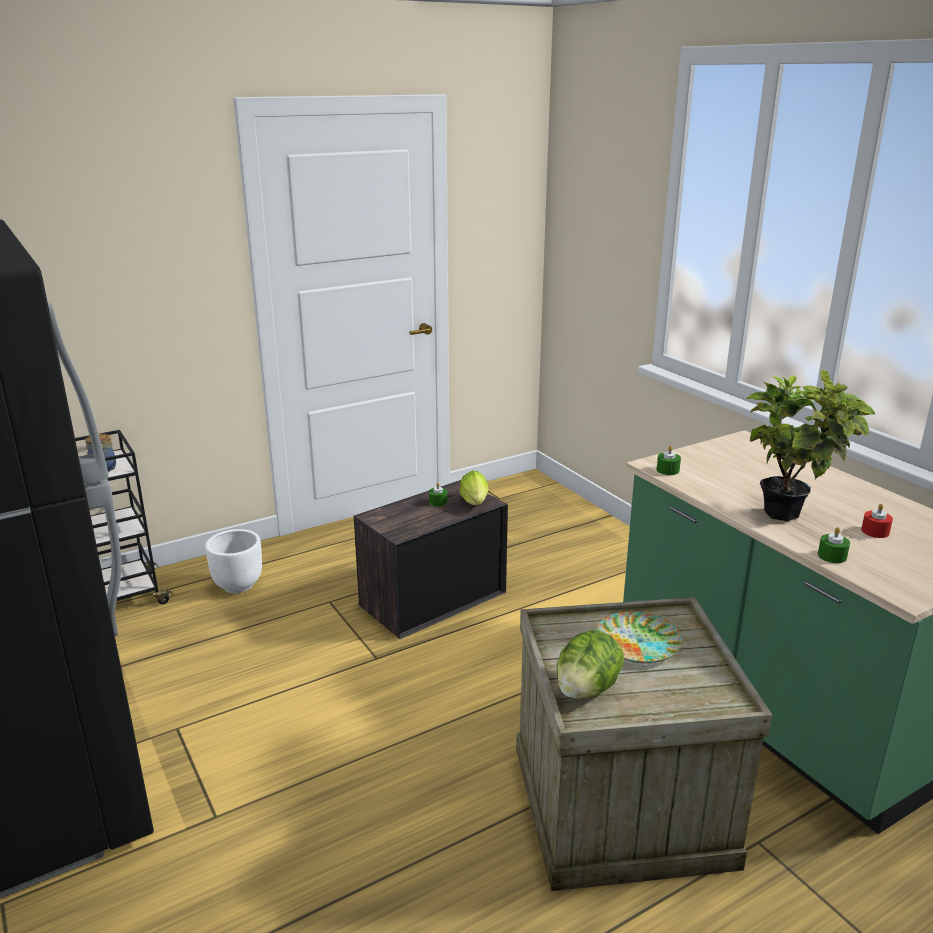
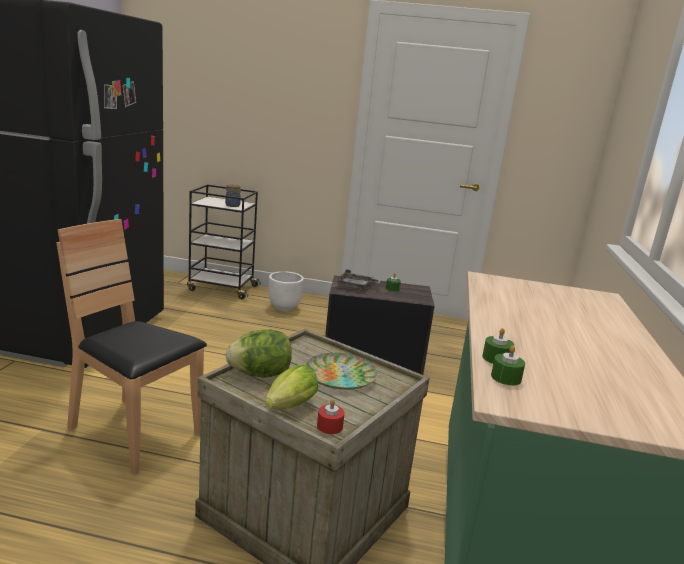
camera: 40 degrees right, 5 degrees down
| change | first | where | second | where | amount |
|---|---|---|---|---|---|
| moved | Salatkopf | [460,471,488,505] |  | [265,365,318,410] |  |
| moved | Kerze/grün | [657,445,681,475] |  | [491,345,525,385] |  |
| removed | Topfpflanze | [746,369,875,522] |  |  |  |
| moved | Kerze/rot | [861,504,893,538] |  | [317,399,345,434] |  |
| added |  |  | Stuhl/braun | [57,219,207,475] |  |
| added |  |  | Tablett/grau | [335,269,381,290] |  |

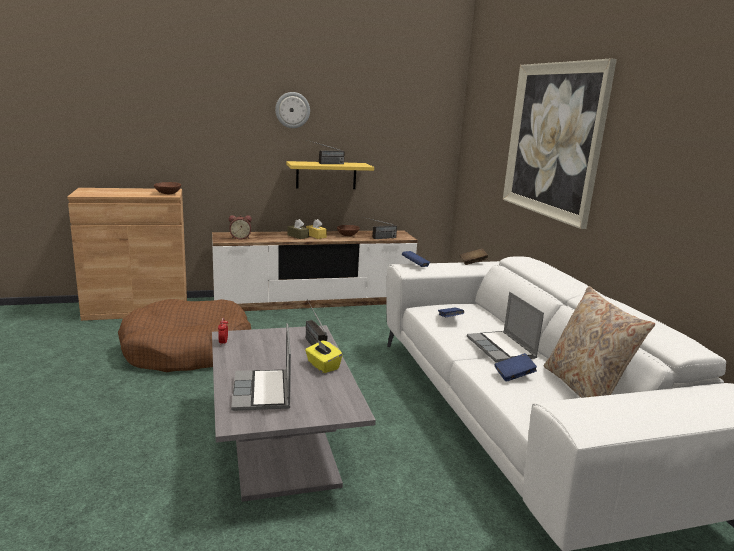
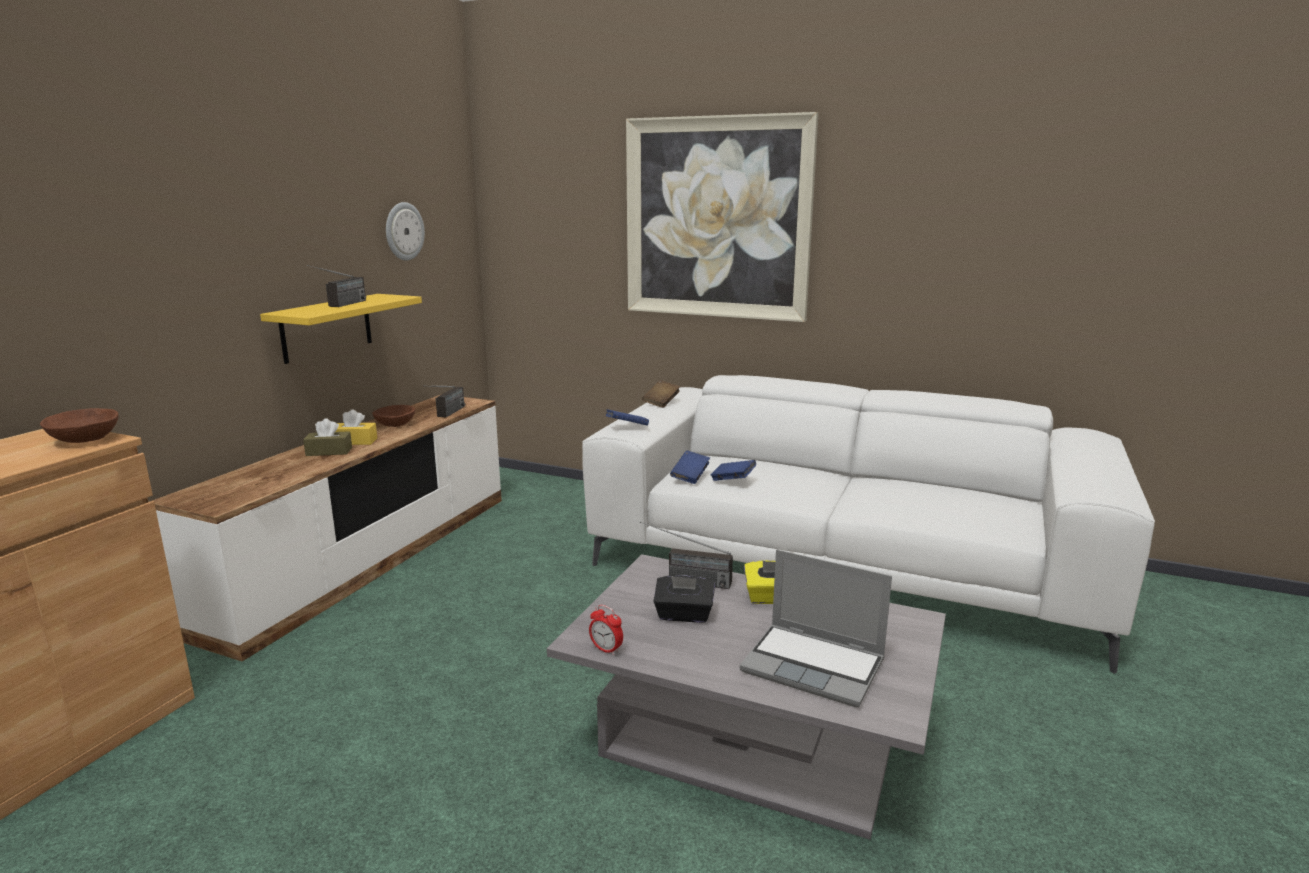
camera: 50 degrees left, 0 degrees up
| change | first | where | second | where | amount |
|---|---|---|---|---|---|
| removed | Hundebett/braun | [118,299,252,372] |  |  |  |
| removed | Wecker | [229,215,252,239] |  |  |  |
| moved | Wanduhr | [275,92,310,128] |  | [386,202,425,260] |  |
| removed | Laptop | [467,292,544,362] |  |  |  |
| moved | Buch/blau | [495,353,537,382] |  | [670,451,710,484] |  |
| removed | Kissen/beige | [543,286,655,398] |  |  |  |
| added |  |  | Taschentuchbox/schwarz | [653,575,715,623] |  |

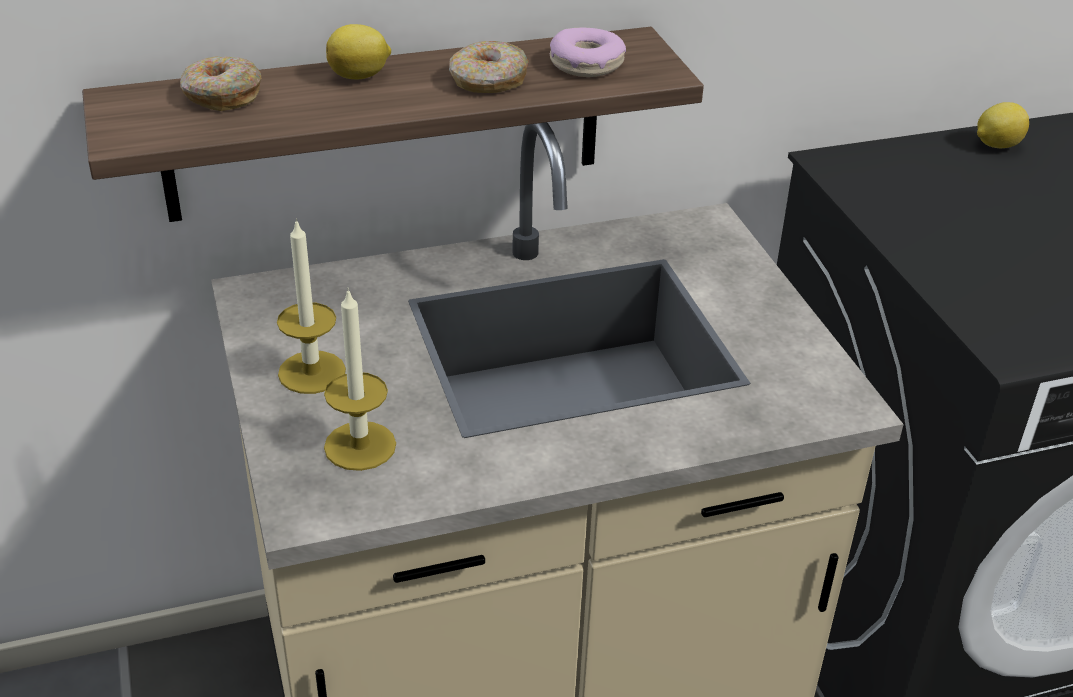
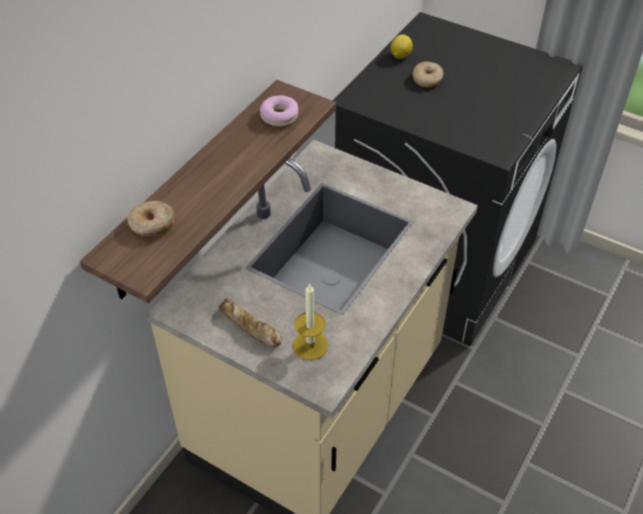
camera: 40 degrees left, 10 degrees up
| change | first | where | second | where | amount |
|---|---|---|---|---|---|
| replaced | Kerze | [277,218,346,394] | Brot | [219,298,282,348] |  |
| removed | Zitrone | [326,24,391,79] |  |  |  |
| moved | Donut | [449,41,529,93] |  | [413,61,444,87] |  |

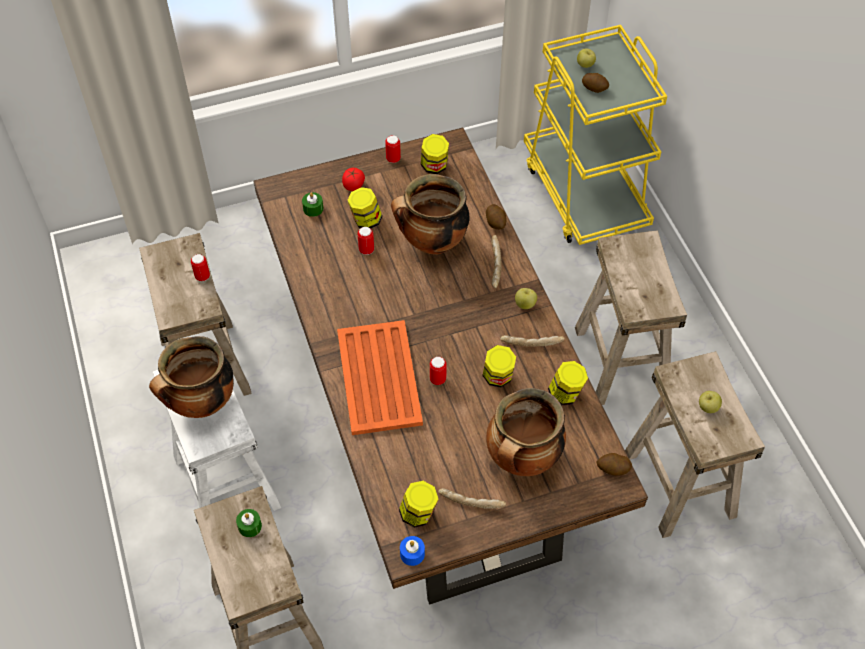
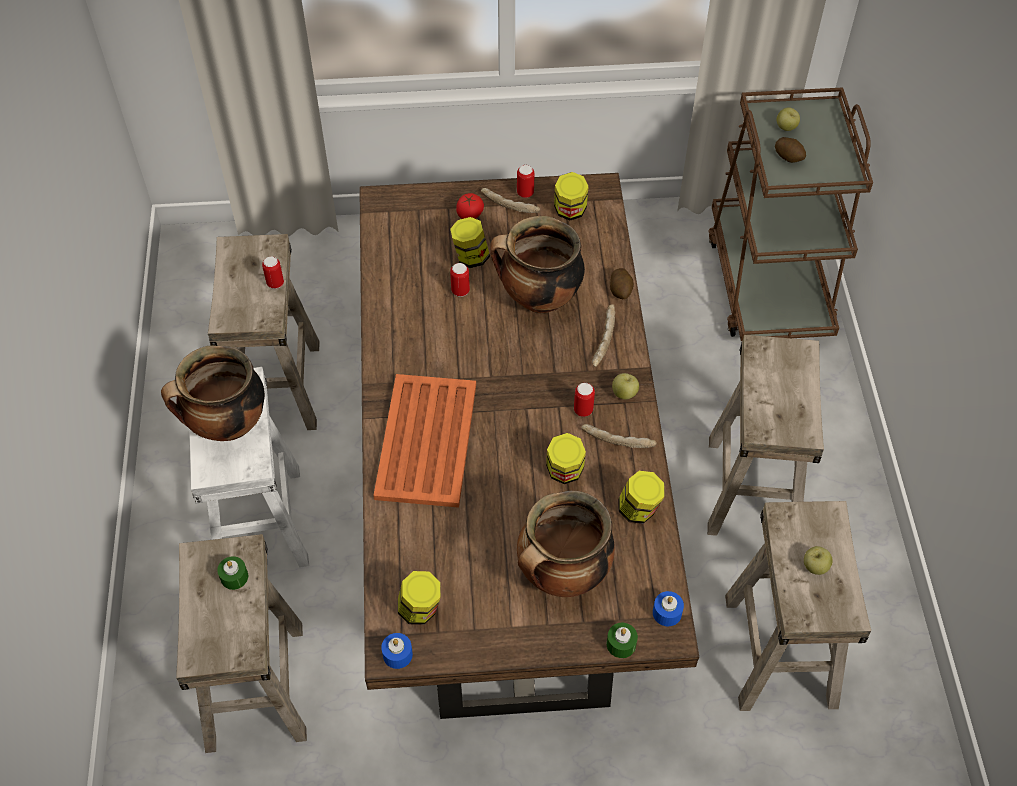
camera: 15 degrees right, 0 degrees up
| change | first | where | second | where | amount |
|---|---|---|---|---|---|
| moved | Kerze/grün | [302,192,323,217] |  | [607,623,638,658] |  |
| moved | Dose | [430,357,447,385] |  | [574,383,595,417] |  |
| moved | Brot | [438,488,506,509] |  | [481,188,541,213] |  |
| recoloured | Rollwagen/gelb | [524,25,667,245] | Rollwagen/braun | [708,87,873,341] |  |
| replaced | Kartoffel | [596,453,632,476] | Kerze/blau | [653,591,684,626] |  |

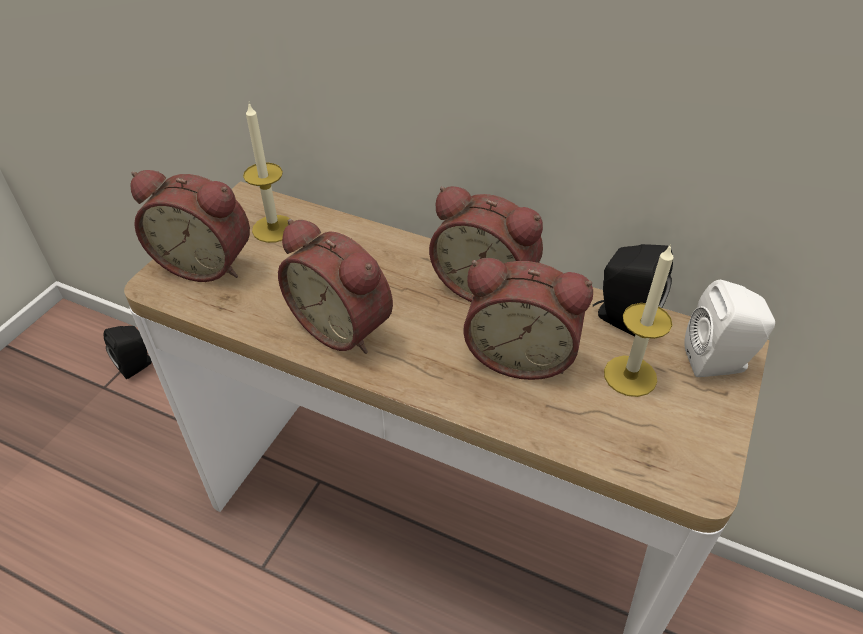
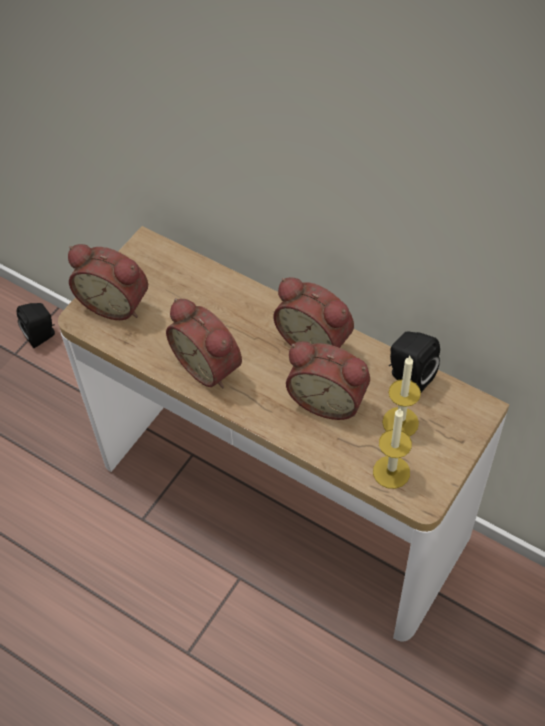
camera: 10 degrees right, 10 degrees up
| change | first | where | second | where | amount |
|---|---|---|---|---|---|
| moved | Kerze | [243,104,290,243] |  | [373,408,412,489] |  |
| removed | Lautsprecher/weiß | [684,280,775,377] |  |  |  |

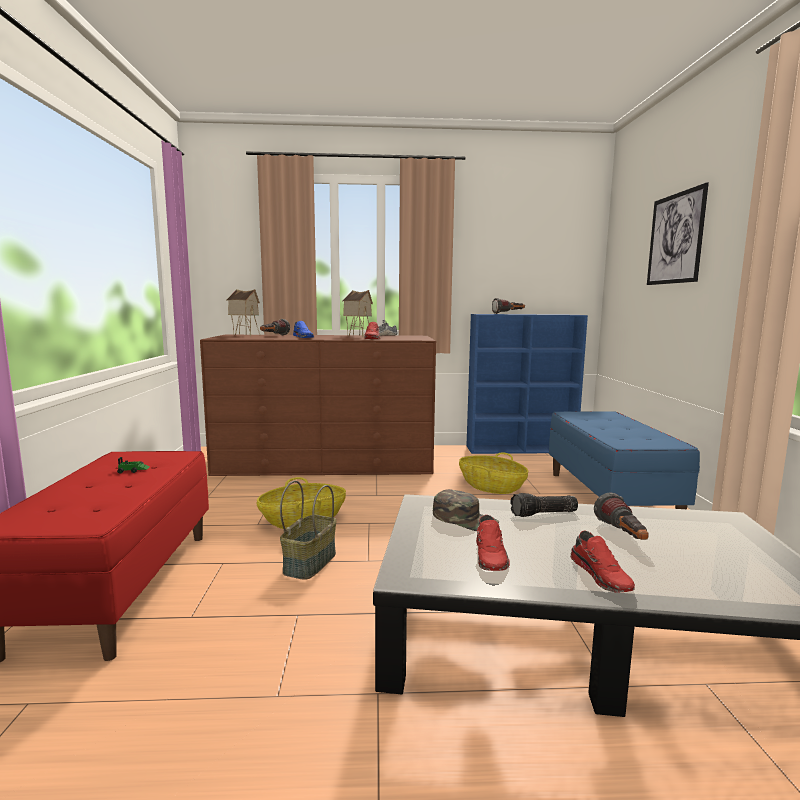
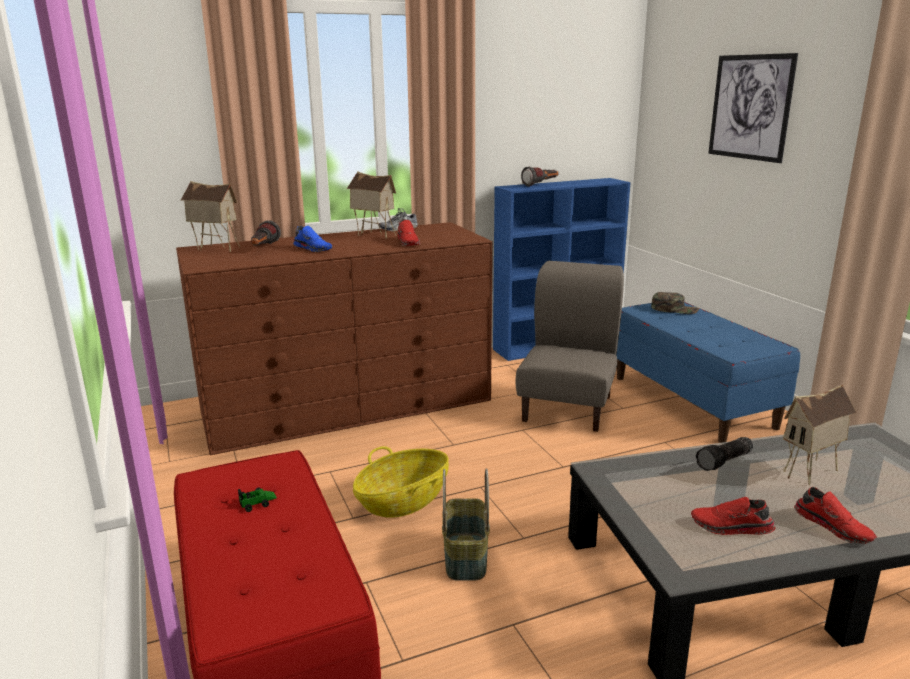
camera: 20 degrees left, 10 degrees up
| change | first | where | second | where | amount |
|---|---|---|---|---|---|
| moved | Kappe/grün | [433,489,499,531] |  | [651,292,699,314] |  |
| replaced | Korb | [459,453,528,494] | Stuhl/grau | [515,261,624,432] |  |
| turned | Schuh/rot | [476,515,510,571] |  | [691,497,775,535] | 120 degrees clockwise |
| replaced | Taschenlampe | [594,492,649,540] | Spielzeughaus | [783,385,857,485] |  |

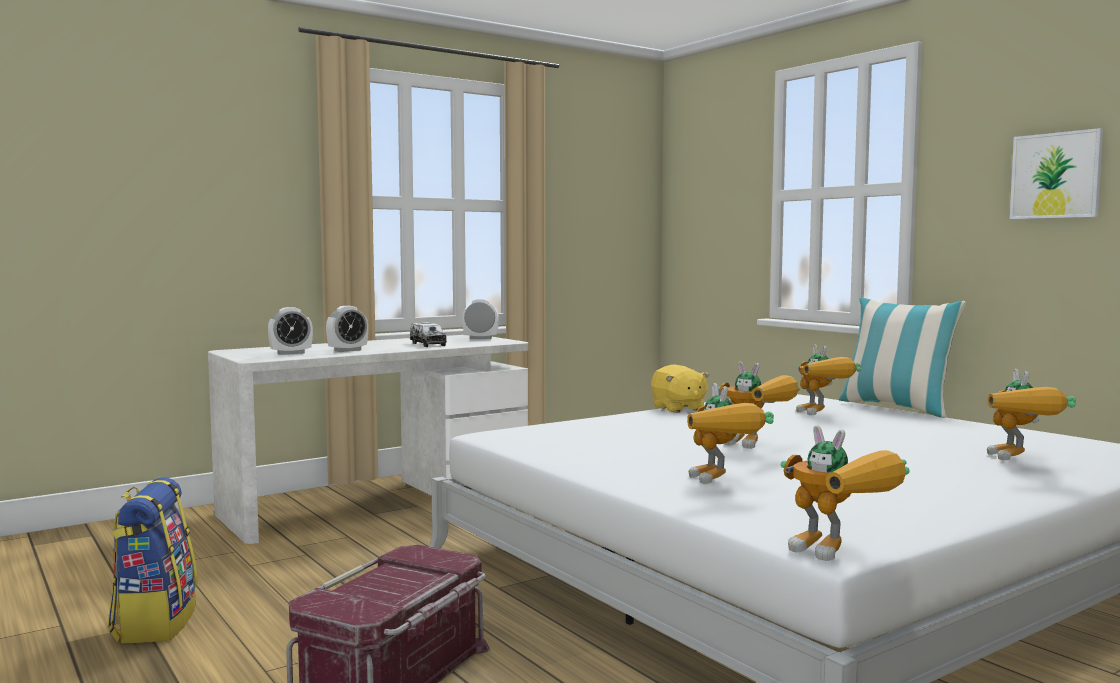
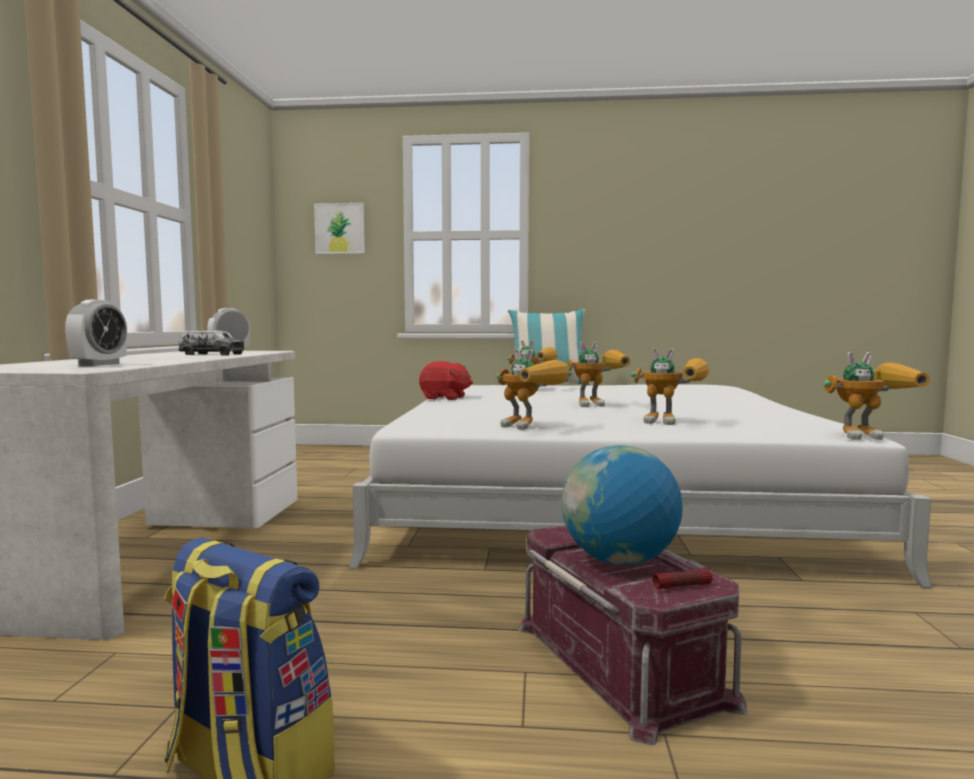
camera: 50 degrees left, 0 degrees up
| change | first | where | second | where | amount |
|---|---|---|---|---|---|
| removed | Wecker | [326,306,368,352] |  |  |  |
| recoloured | Plüschtier/gelb | [651,365,710,413] | Plüschtier/rot | [419,361,473,400] |  |
| moved | Spielzeugroboter | [987,369,1076,460] |  | [496,349,572,430] |  |
| moved | Bild | [1010,128,1103,219] |  | [314,203,365,254] |  |
| added |  |  | Globus | [562,445,683,565] |  |
| added |  |  | Taschenlampe | [652,569,713,589] |  |

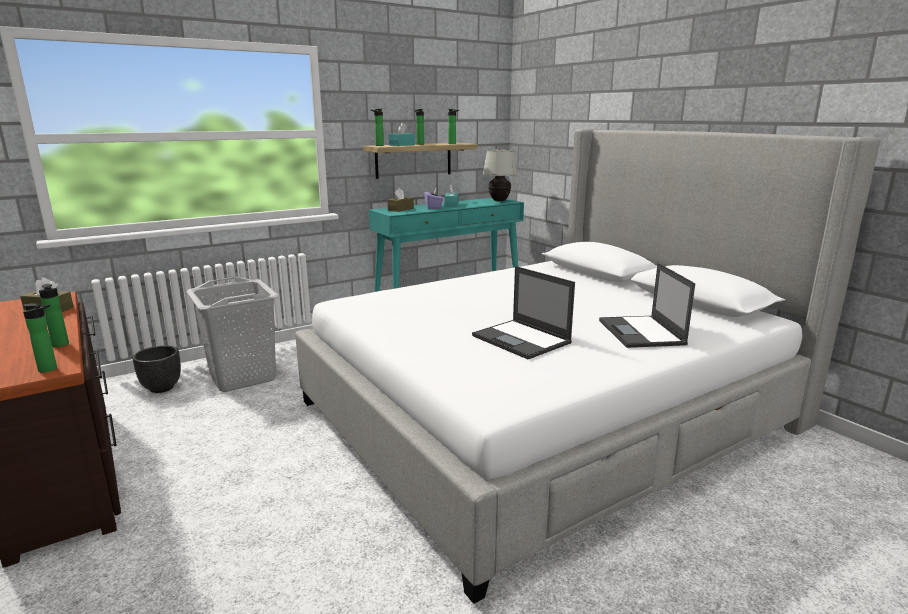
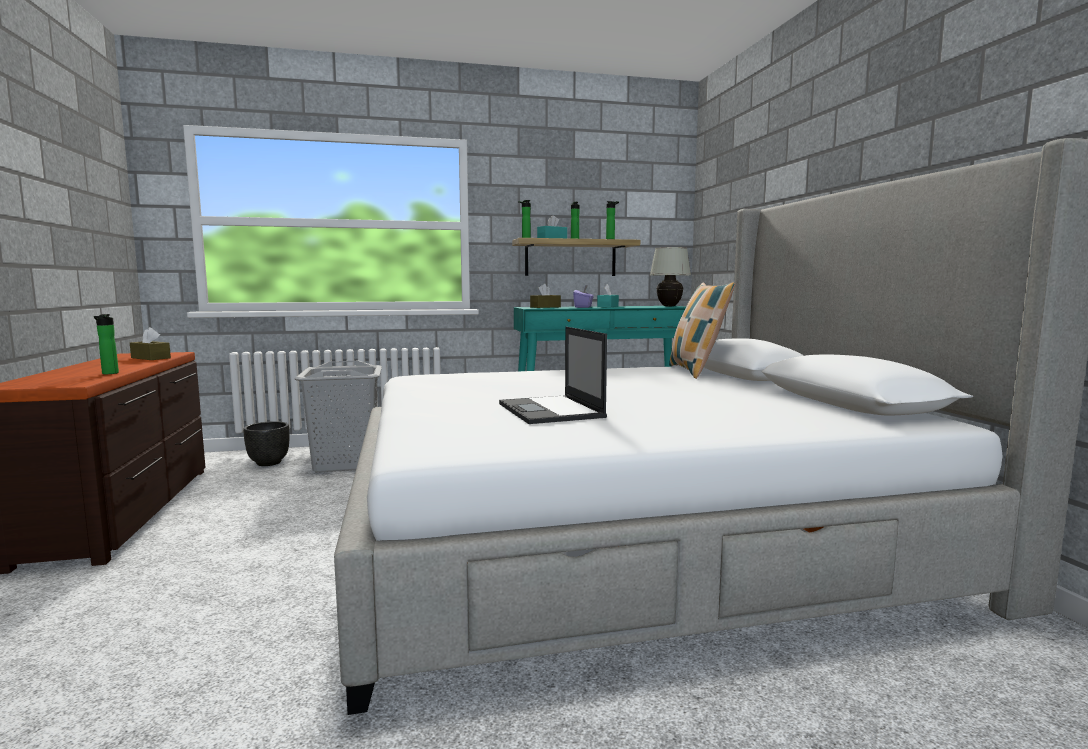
camera: 20 degrees right, 10 degrees down
| change | first | where | second | where | amount |
|---|---|---|---|---|---|
| removed | Flasche | [23,303,57,373] |  |  |  |
| removed | Laptop | [599,263,695,348] |  |  |  |
| added |  |  | Kissen | [669,282,736,379] |  |

